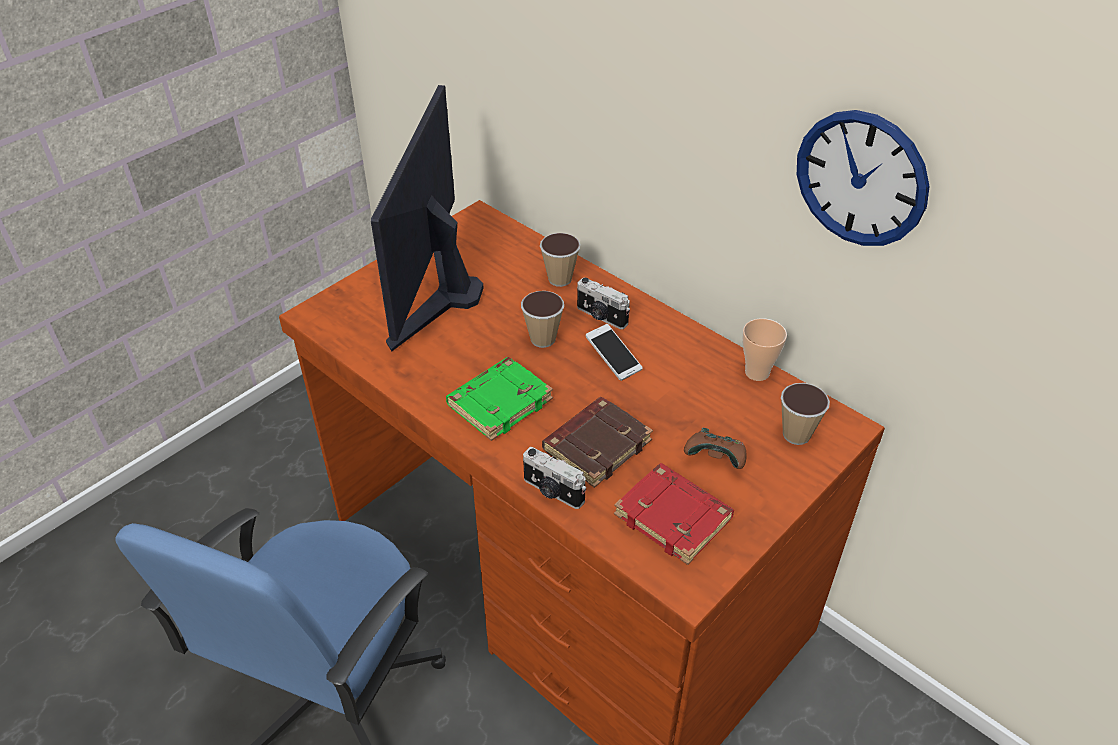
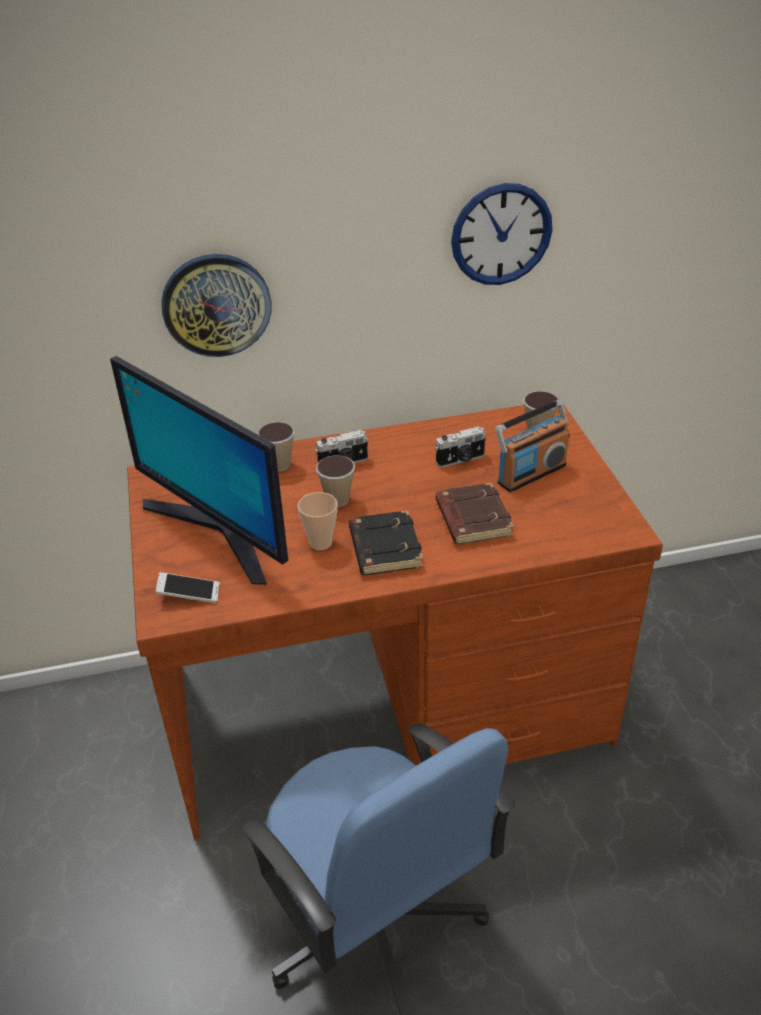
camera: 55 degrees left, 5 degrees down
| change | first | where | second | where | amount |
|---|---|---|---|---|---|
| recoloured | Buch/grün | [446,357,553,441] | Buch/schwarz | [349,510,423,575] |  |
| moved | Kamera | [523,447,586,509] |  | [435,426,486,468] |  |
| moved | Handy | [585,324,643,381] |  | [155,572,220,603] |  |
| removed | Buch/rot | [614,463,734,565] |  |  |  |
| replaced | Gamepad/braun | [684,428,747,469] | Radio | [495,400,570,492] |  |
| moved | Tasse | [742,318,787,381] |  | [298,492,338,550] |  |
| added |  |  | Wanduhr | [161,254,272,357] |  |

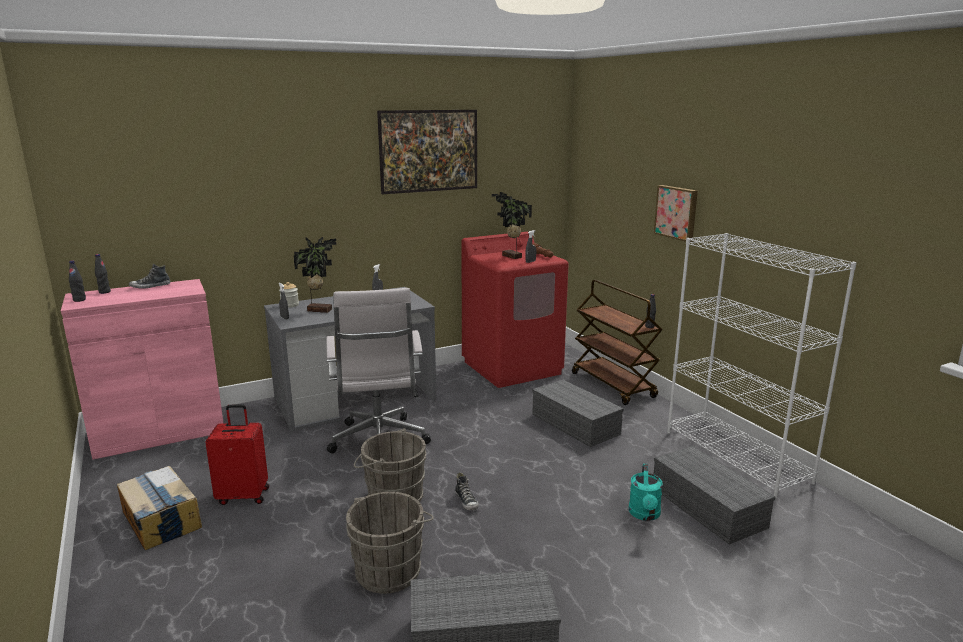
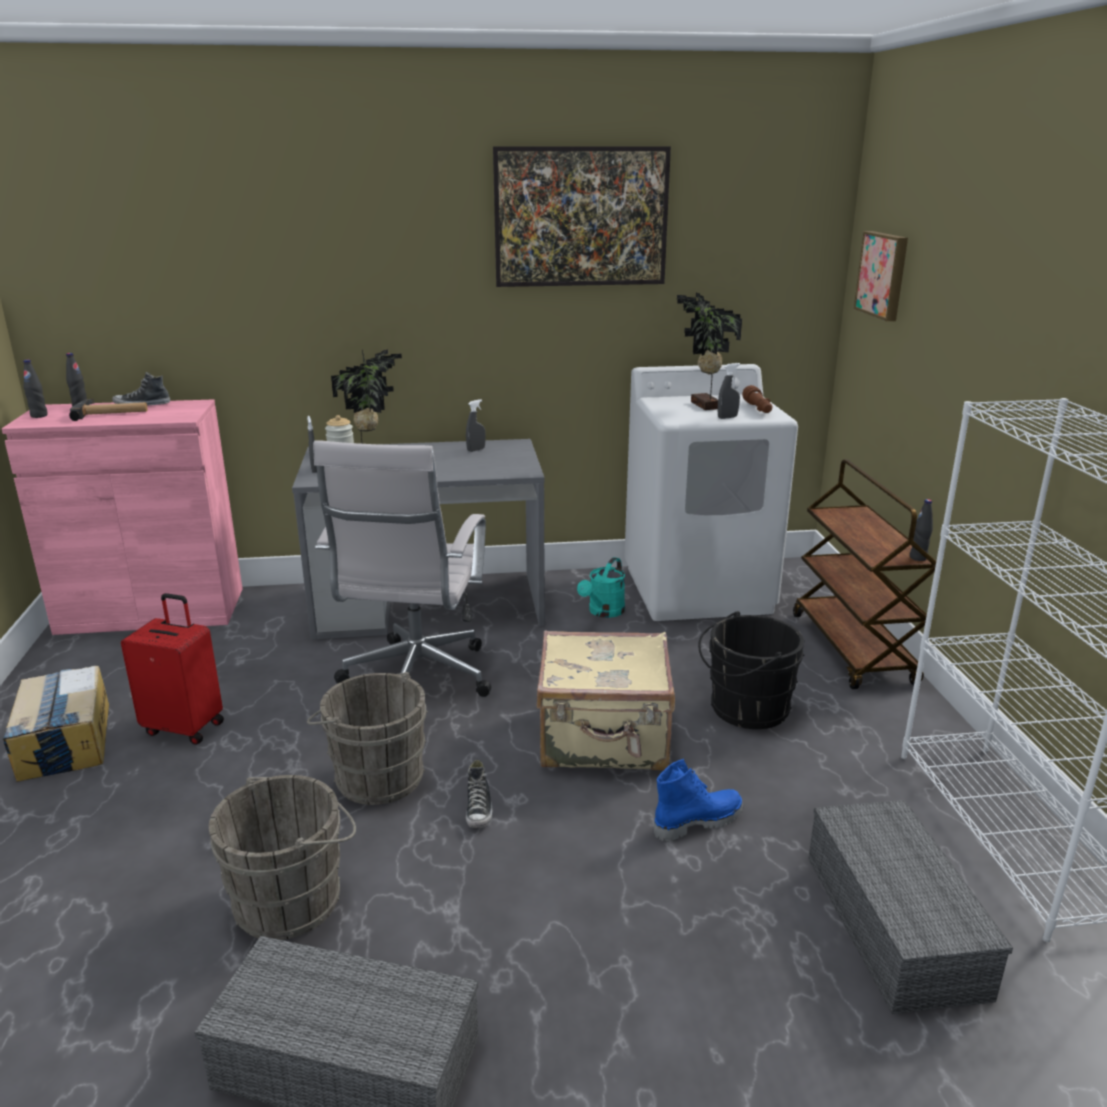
camera: 20 degrees right, 5 degrees up
| change | first | where | second | where | amount |
|---|---|---|---|---|---|
| recoloured | Waschmaschine/rot | [462,232,569,388] | Waschmaschine/weiß | [624,364,798,621] |  |
| replaced | Aufbewahrungsbox/grau | [532,380,624,447] | Eimer/schwarz | [698,611,804,729] |  |
| moved | Gießkanne/türkis | [629,464,663,521] |  | [577,557,625,618] |  |
| moved | Bild | [654,185,698,242] |  | [854,231,908,321] |  |
| added |  |  | Hammer | [69,399,148,421] |  |
| added |  |  | Koffer/beige | [536,630,675,770] |  |
| added |  |  | Stiefel/blau | [654,759,743,842] |  |

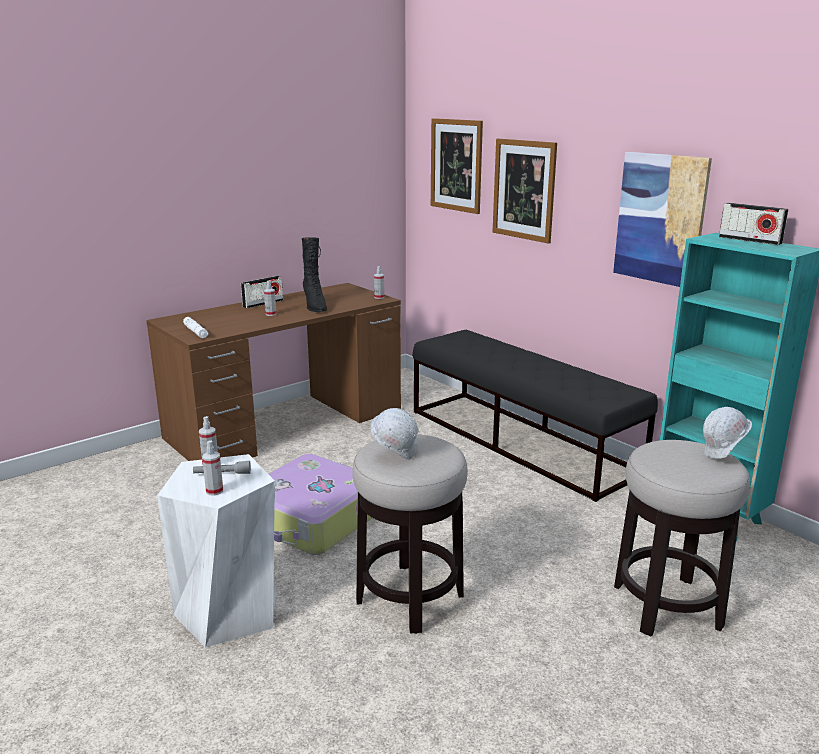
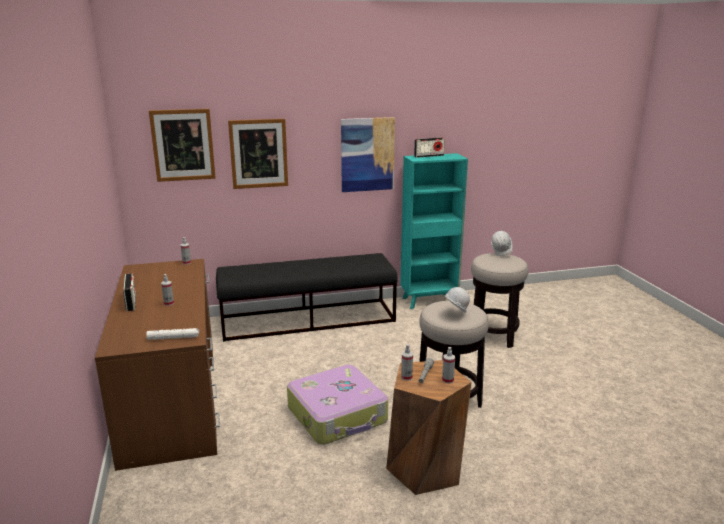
camera: 65 degrees left, 0 degrees up
| change | first | where | second | where | amount |
|---|---|---|---|---|---|
| recoloured | Hocker/weiß | [157,454,276,648] | Hocker/braun | [386,360,472,495] |  |
| removed | Stiefel/schwarz | [302,237,327,312] |  |  |  |

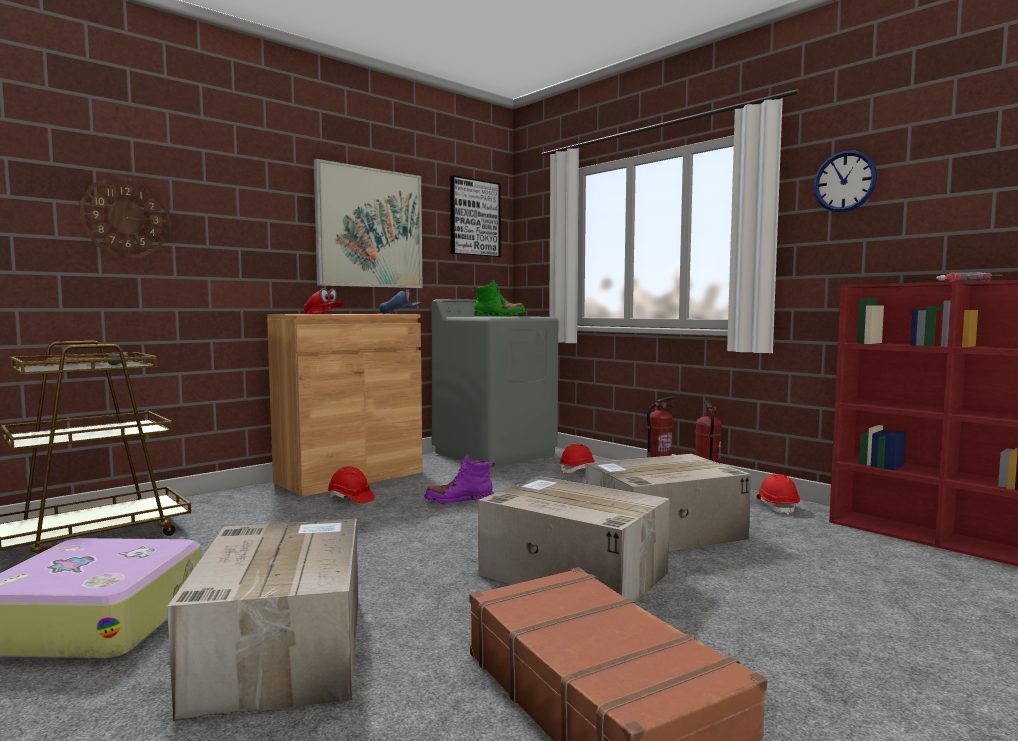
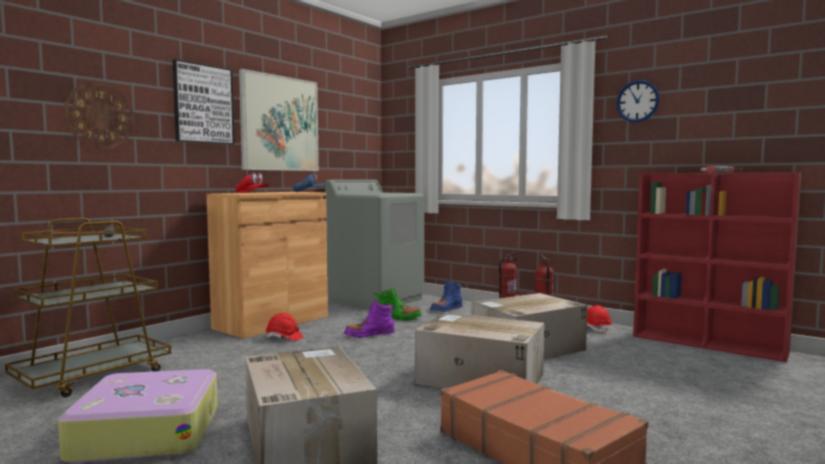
camera: 10 degrees left, 0 degrees up
| change | first | where | second | where | amount |
|---|---|---|---|---|---|
| moved | Bild | [450,175,501,257] |  | [173,59,235,145] |  |
| moved | Stiefel/grün | [472,280,527,317] |  | [374,287,422,321] |  |
| replaced | Schutzhelm/rot | [560,443,595,474] | Stiefel/blau | [430,280,463,312] |  |

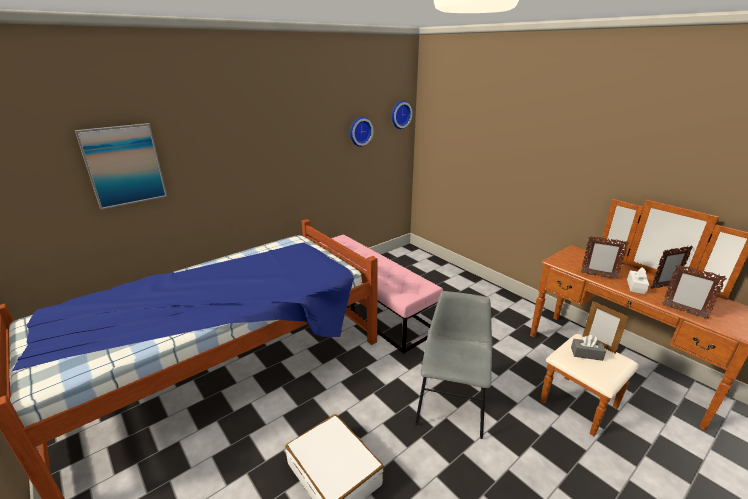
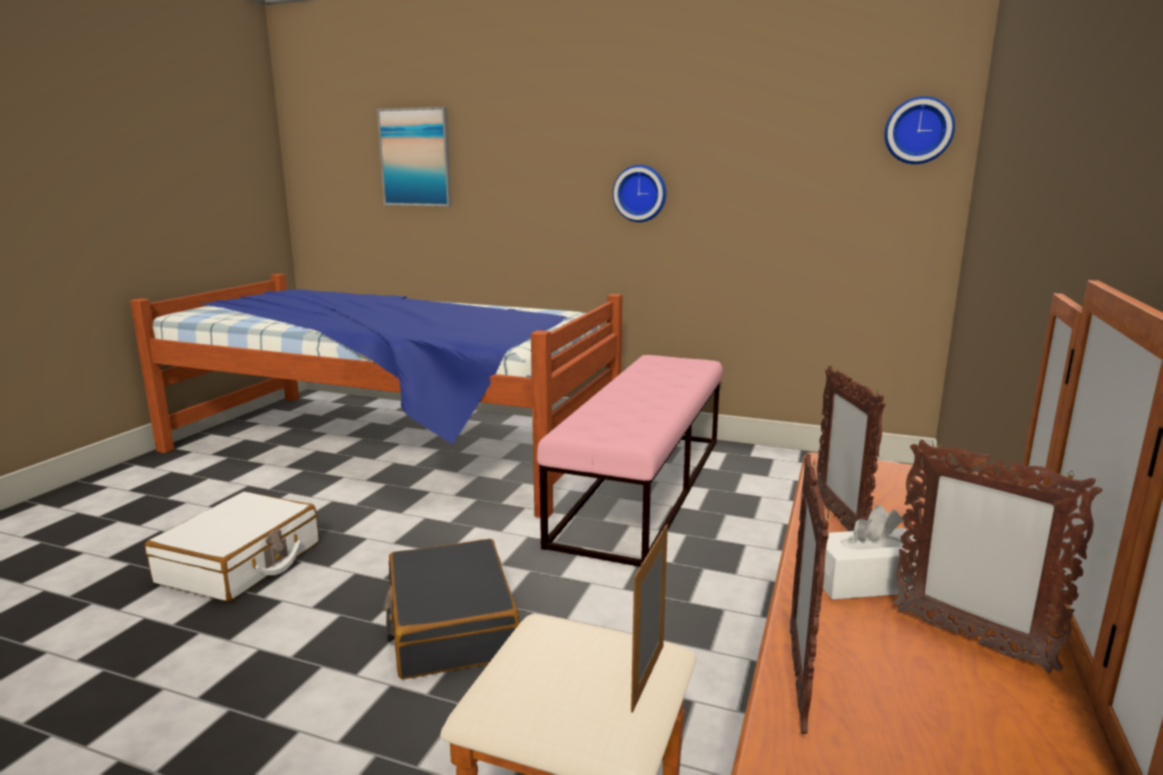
camera: 60 degrees right, 10 degrees down
| change | first | where | second | where | amount |
|---|---|---|---|---|---|
| moved | Wanduhr | [350,117,374,147] |  | [613,165,666,222] |  |
| replaced | Stuhl/grau | [415,291,492,439] | Koffer/schwarz | [383,539,520,679] |  |
| removed | Taschentuchbox/grau | [571,335,606,361] |  |  |  |

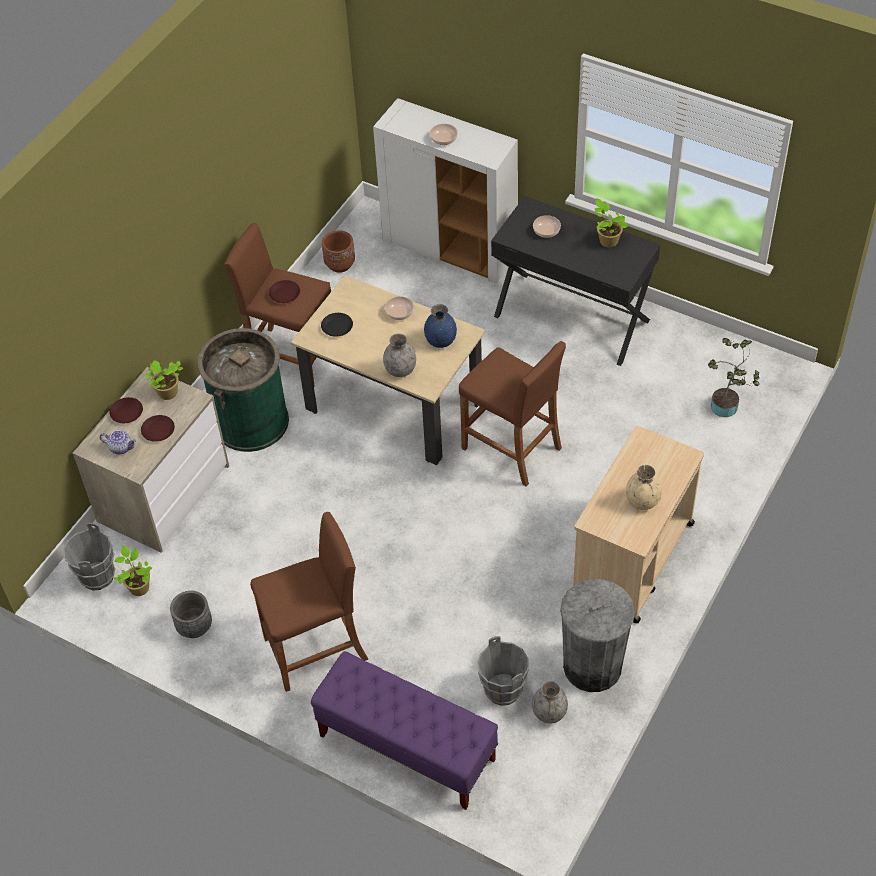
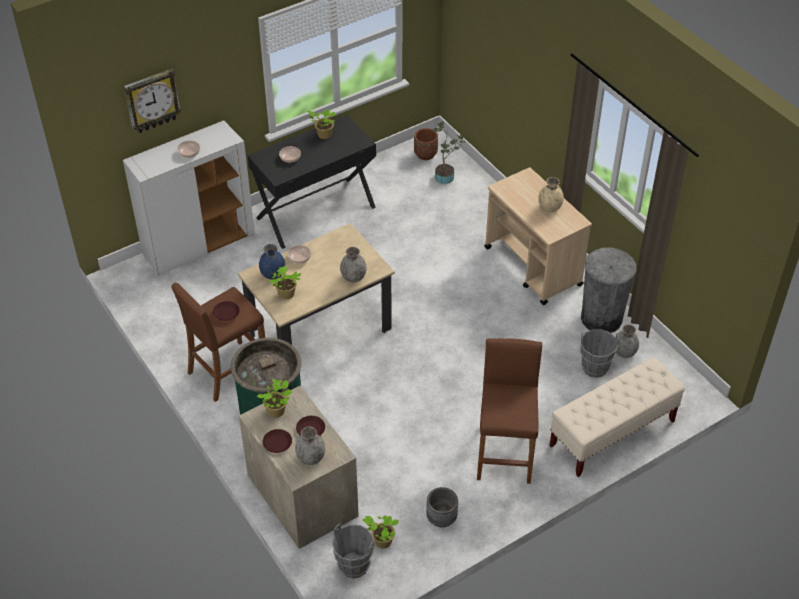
camera: 65 degrees left, 5 degrees down
| change | first | where | second | where | amount |
|---|---|---|---|---|---|
| replaced | Teekanne | [99,430,137,454] | Vase/grau | [295,427,325,465] |  |
| recoloured | Bank/lila | [311,651,498,810] | Bank/beige | [549,357,685,477] |  |
| replaced | Teller/schwarz | [321,313,353,337] | Topfpflanze | [269,266,301,299] |  |
| moved | Pflanzkübel/braun | [322,231,355,273] |  | [414,128,438,160] |  |
| moved | Vase/blau | [424,304,457,348] |  | [259,244,285,280] |  |
| removed | Hocker/braun | [459,341,566,487] |  |  |  |
| added |  |  | Wanduhr | [124,68,181,133] |  |

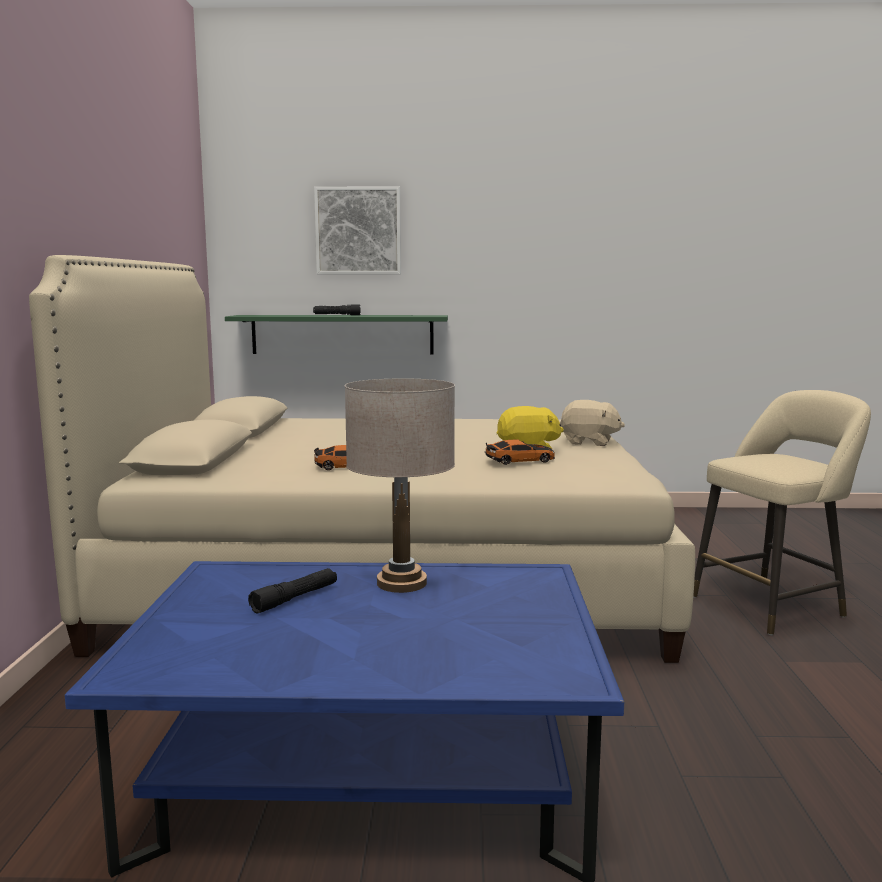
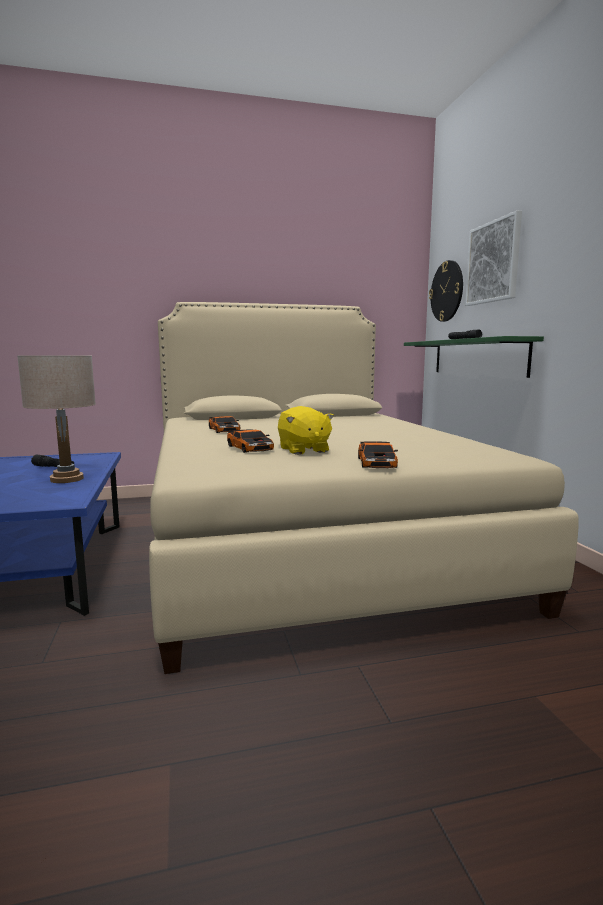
camera: 75 degrees right, 0 degrees up
| change | first | where | second | where | amount |
|---|---|---|---|---|---|
| replaced | Plüschtier/beige | [560,400,625,446] | Spielzeugauto | [358,441,398,468] |  |
| removed | Hocker/beige | [693,390,871,635] |  |  |  |
| added |  |  | Wanduhr | [429,260,463,322] |  |

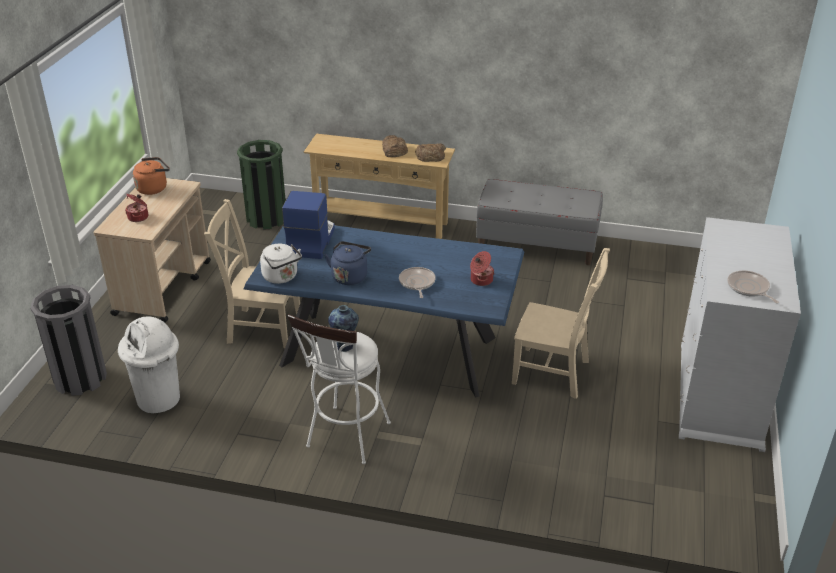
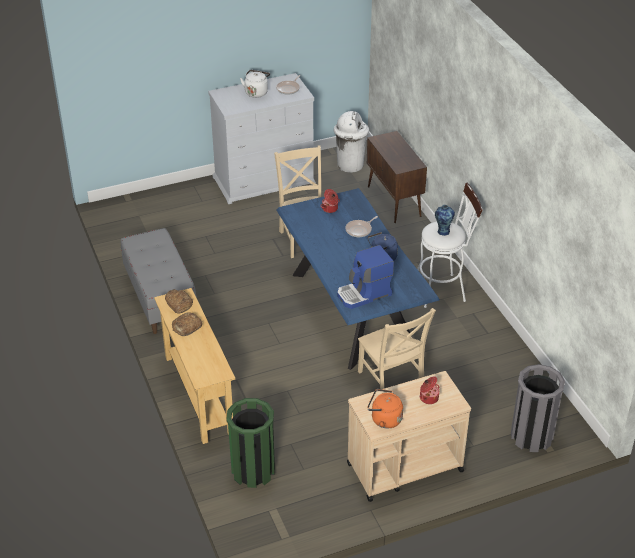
camera: 125 degrees left, 5 degrees up
| change | first | where | second | where | amount |
|---|---|---|---|---|---|
| moved | Mülleimer/weiß | [118,317,180,414] |  | [334,111,369,173] |  |
| moved | Wasserkessel/weiß | [260,244,302,284] |  | [240,70,270,98] |  |
| added |  |  | Schrank/braun | [367,131,427,223] |  |

